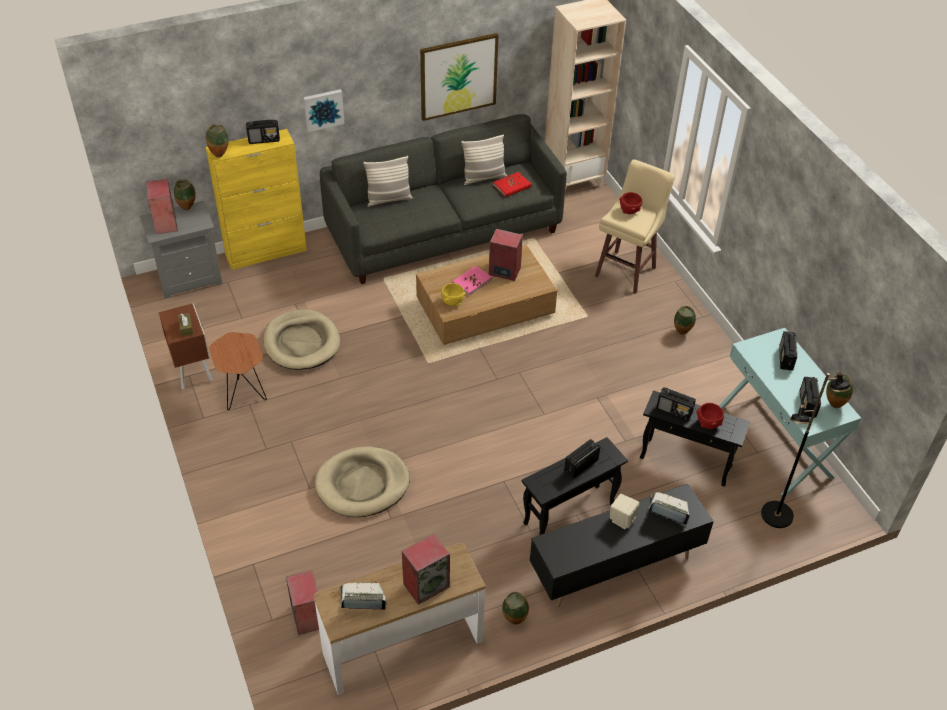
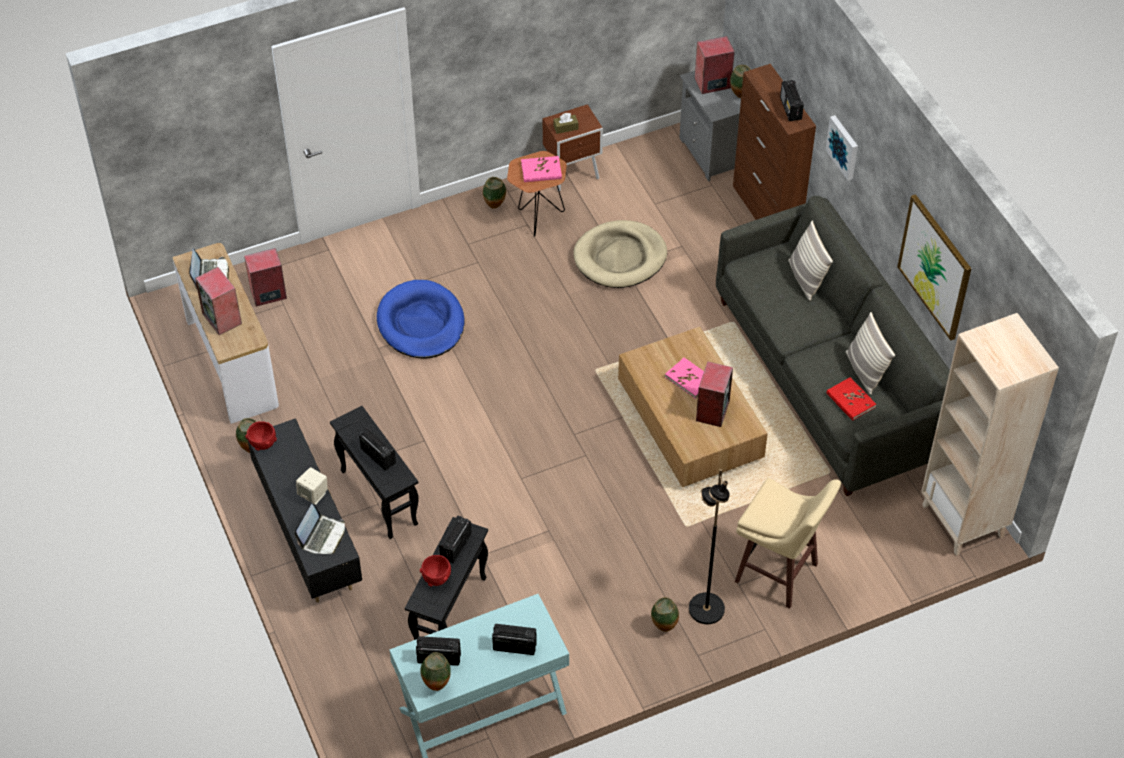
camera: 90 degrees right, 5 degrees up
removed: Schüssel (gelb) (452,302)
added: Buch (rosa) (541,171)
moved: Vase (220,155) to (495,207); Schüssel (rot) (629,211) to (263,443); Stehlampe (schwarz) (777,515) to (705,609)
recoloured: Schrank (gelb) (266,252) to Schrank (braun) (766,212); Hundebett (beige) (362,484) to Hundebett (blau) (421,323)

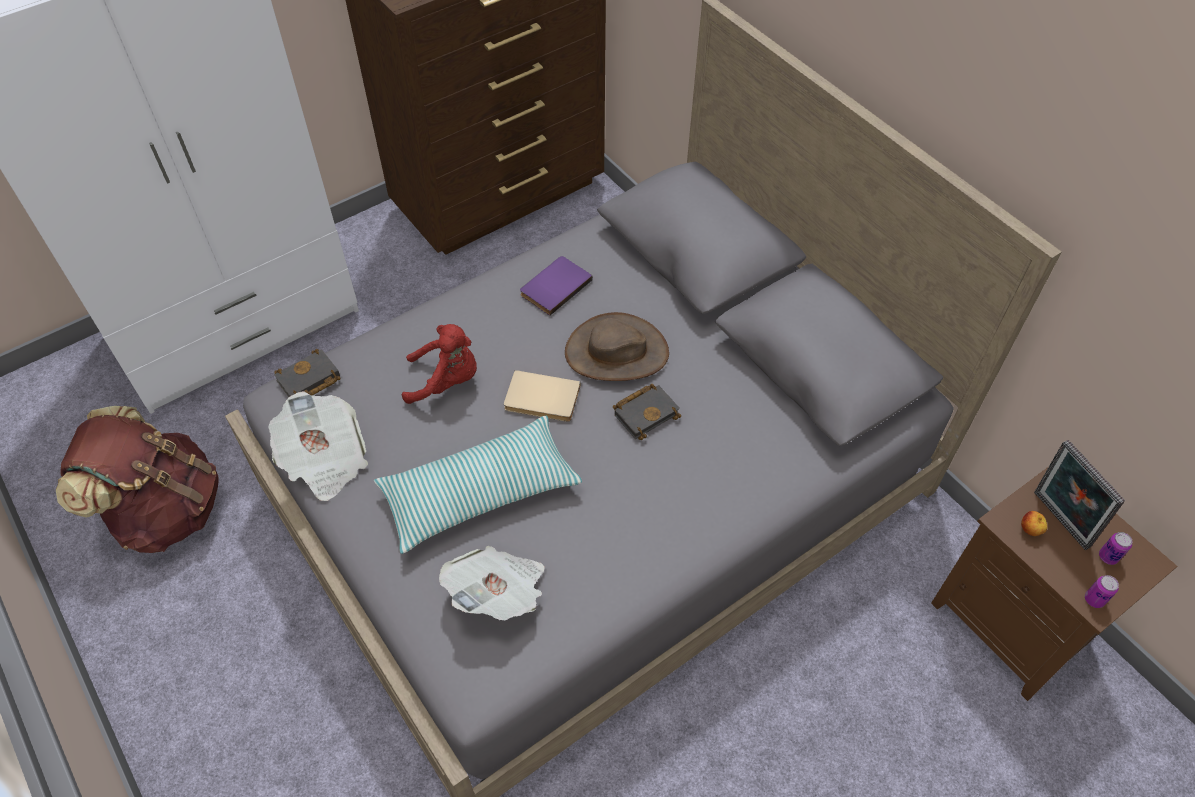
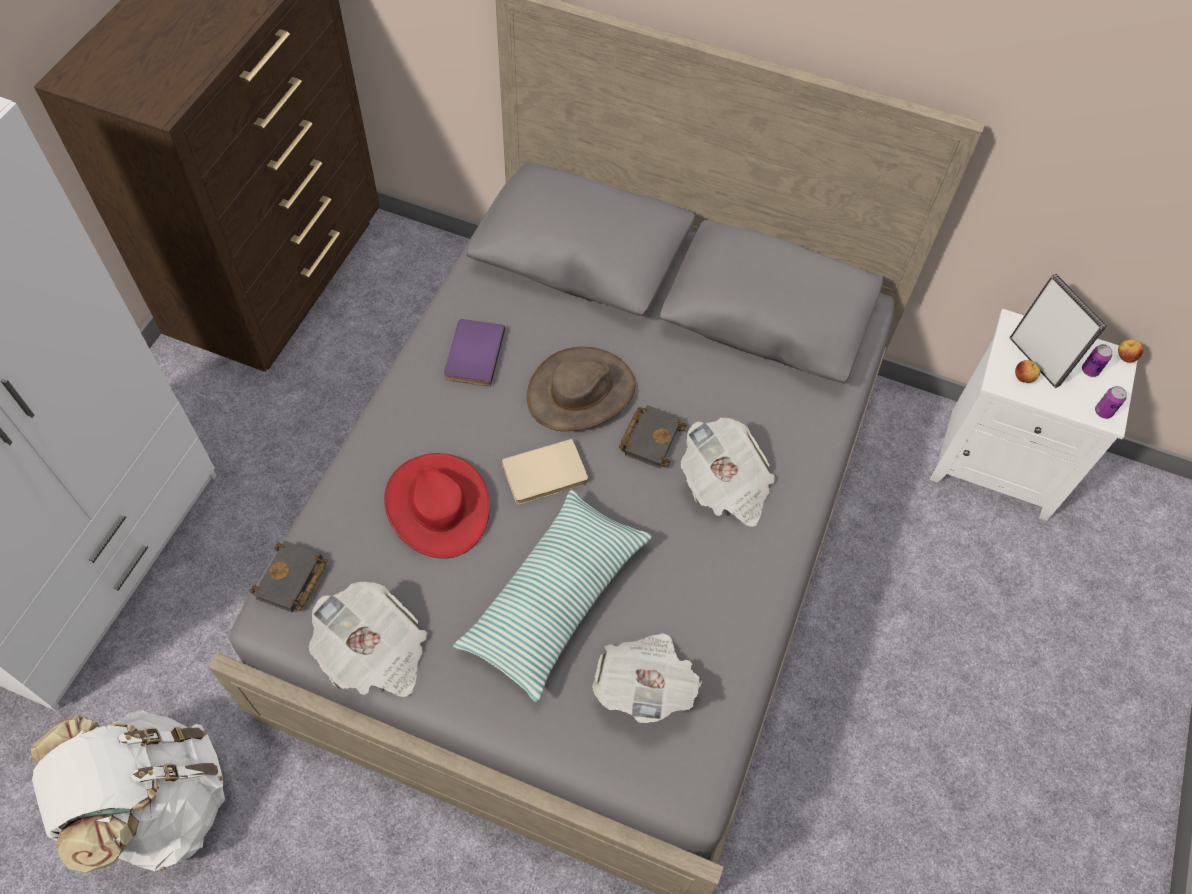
camera: 35 degrees left, 5 degrees up
added: Zeitung (725,486); Apfel (1124,357)
replaced: Plüschtier (rot) (446,381) to Hut (rot) (438,505)
recoloured: Rucksack (braun) (165,510) to Rucksack (weiß) (158,803); Nachttisch (braun) (1013,624) to Nachttisch (weiß) (999,462)
turned: Bilderrahmen (1057,521) = (1037,360) 150 degrees counterclockwise

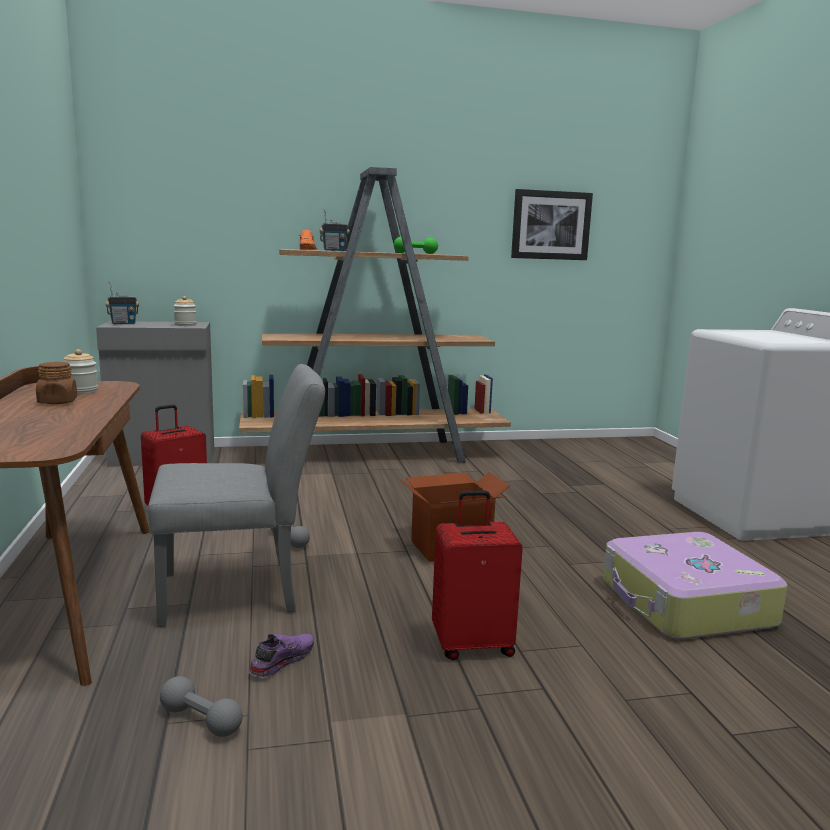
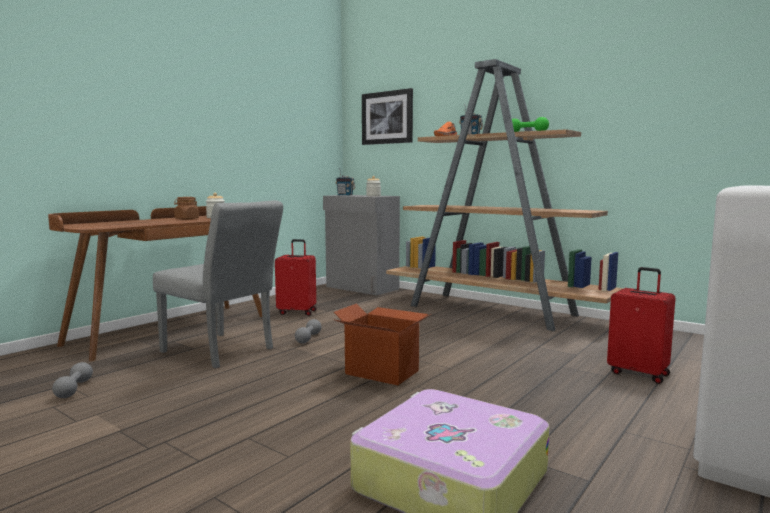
camera: 50 degrees right, 5 degrees down
removed: Schuh (lila) (281,660)
moved: Koffer (rot) (472,644) to (639,373); Bild (551,225) to (387,117)

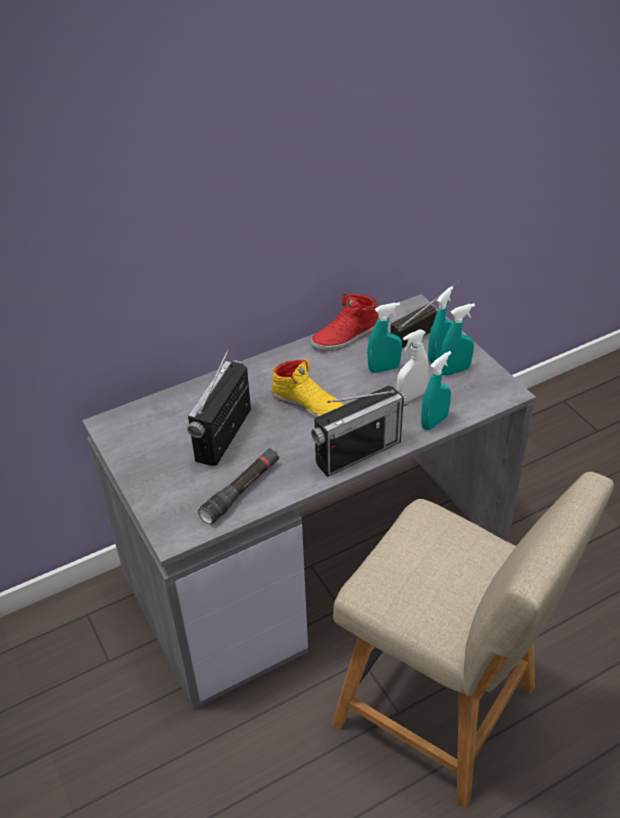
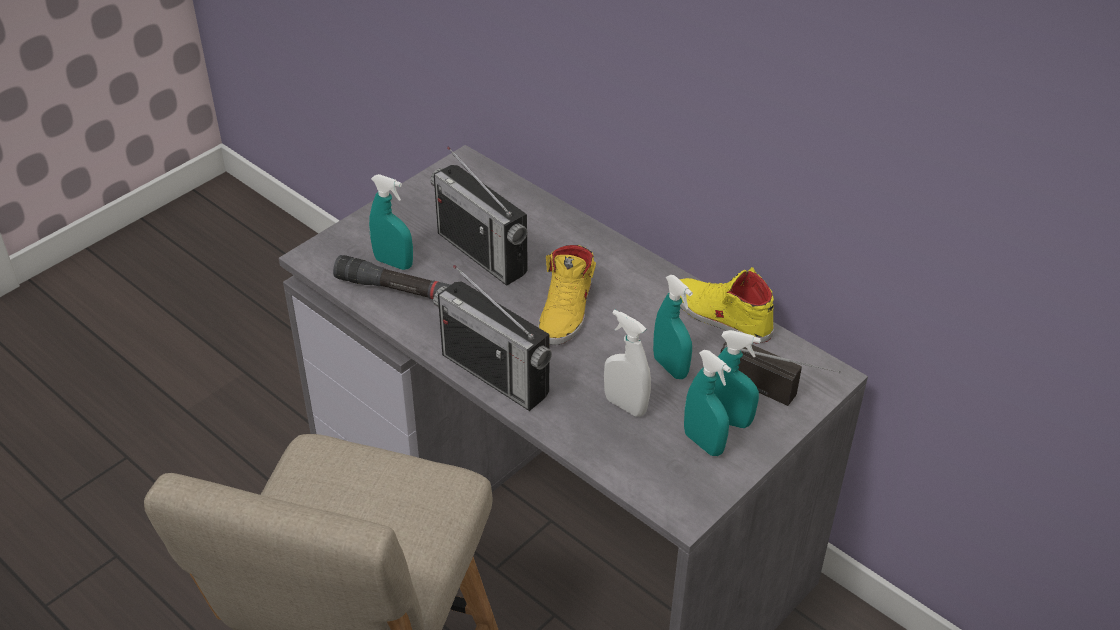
camera: 70 degrees right, 0 degrees up
moved: Sprühflasche (türkis) (434,422) to (393,263)
recoloured: Schuh (rot) (346,336) to Schuh (gelb) (720,316)
turned: Radio (223,435) = (482,253) 135 degrees counterclockwise

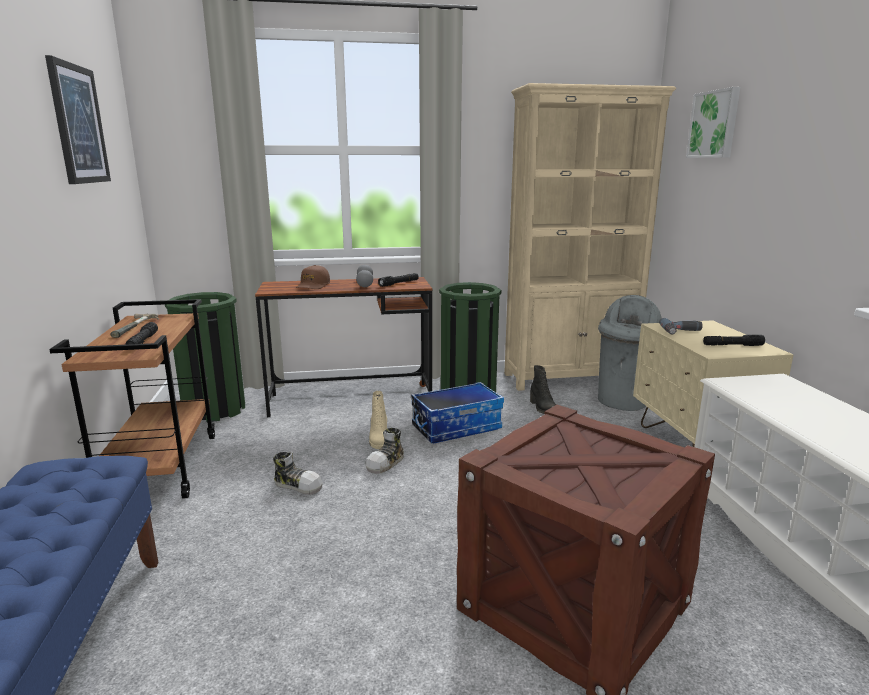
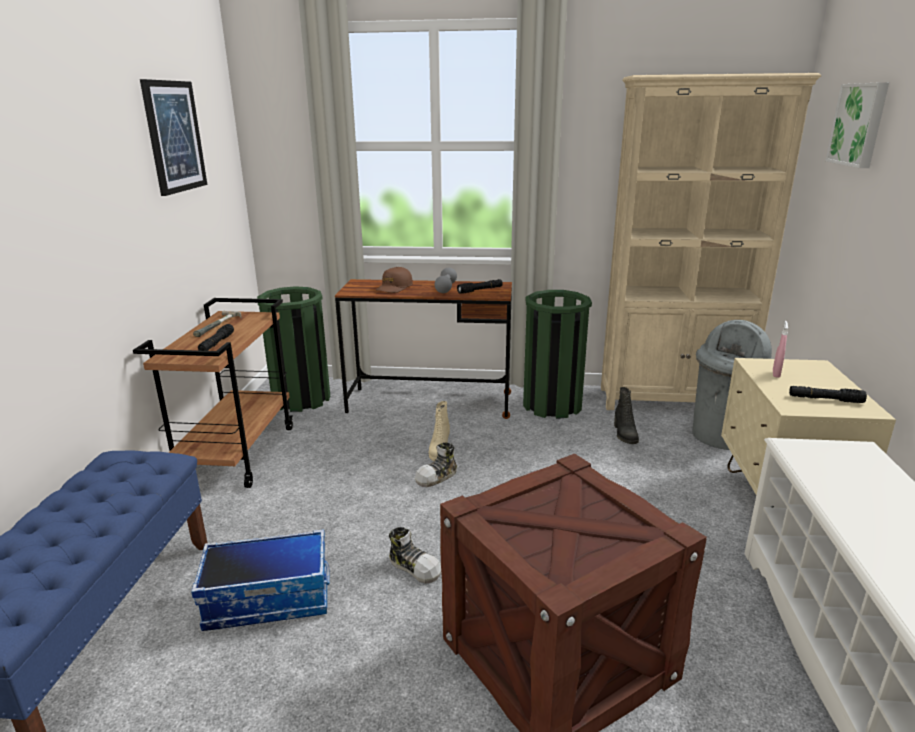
camera: 15 degrees right, 5 degrees up
moved: Schuh (298,485) to (415,567); Aufbewahrungsbox (456,427) to (269,598)
replaced: Bohrmaschine (682,332) to Sprühflasche (rosa) (776,374)

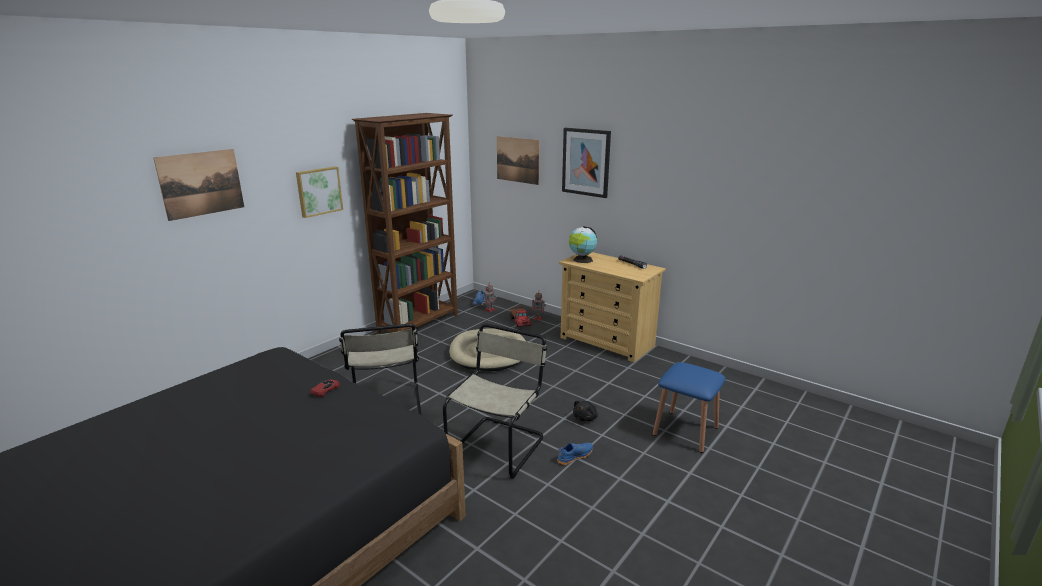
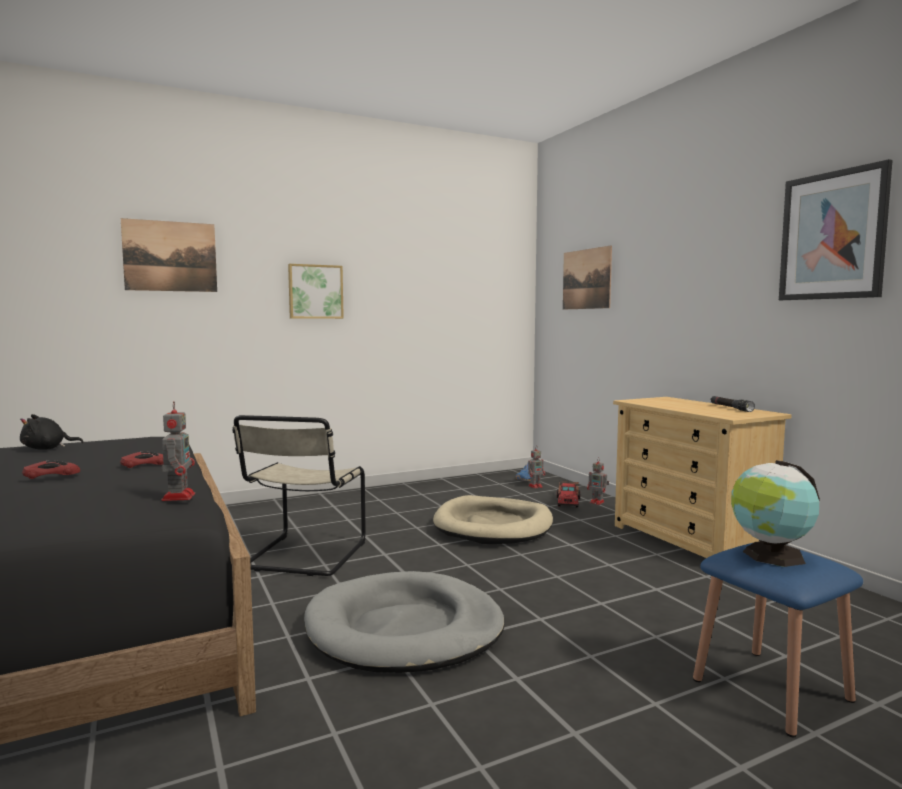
camera: 25 degrees right, 15 degrees down
removed: Bücherregal (braun) (419,323); Schuh (blau) (574,456)
added: Spielzeugauto (rot) (52,474); Spielzeugroboter (179,496)
moved: Bild (586,162) to (832,236); Globus (582,260) to (771,555); Plüschtier (schwarz) (585,418) to (47,449)
replaced: Stuhl (beige) (498,445) to Hundebett (grau) (404,629)

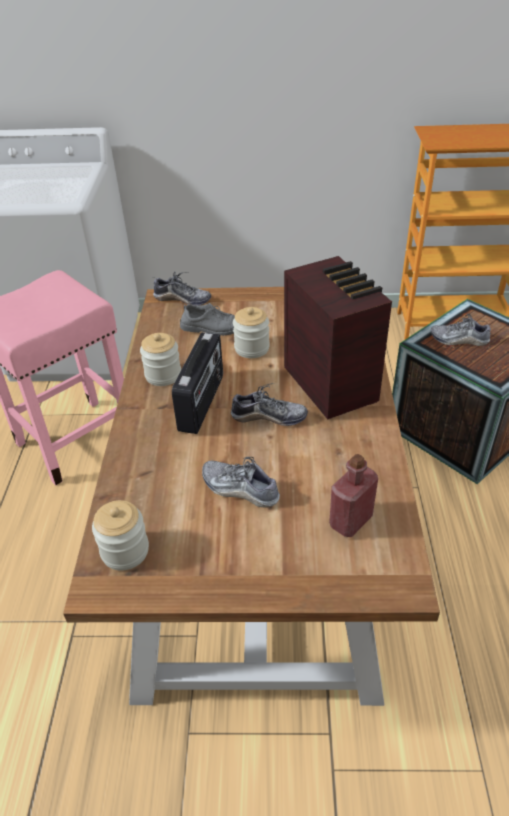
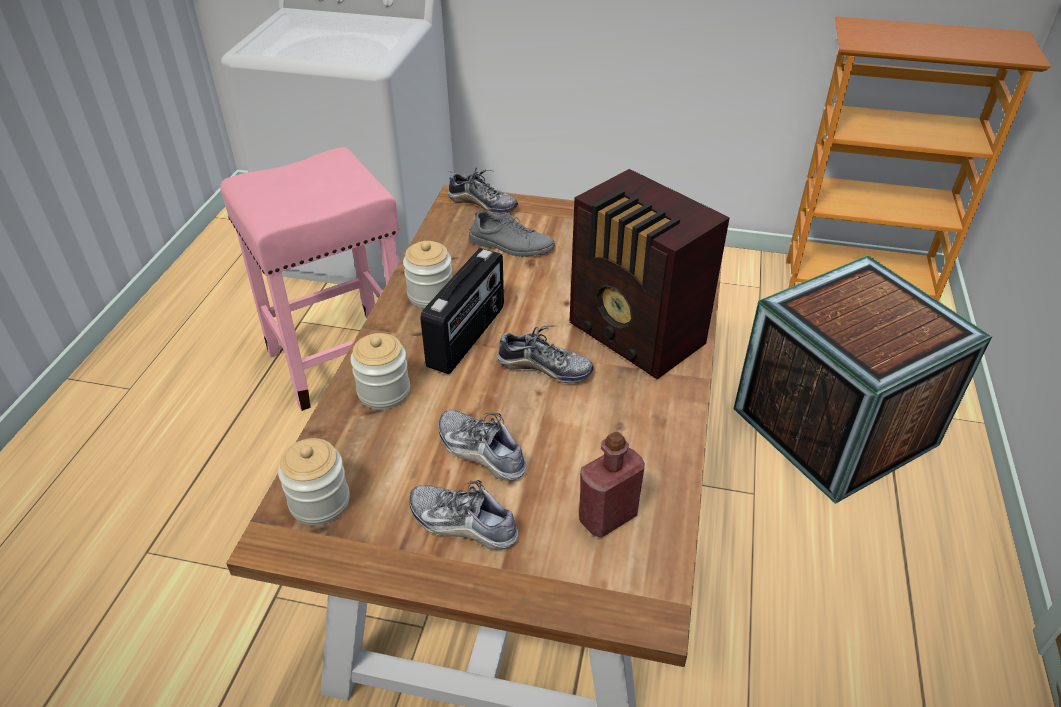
camera: 10 degrees right, 0 degrees up
moved: Vorratsglas (252,348) to (384,392); Schuh (459,339) to (463,524)
turned: Radio (330,383) = (636,337) 150 degrees clockwise

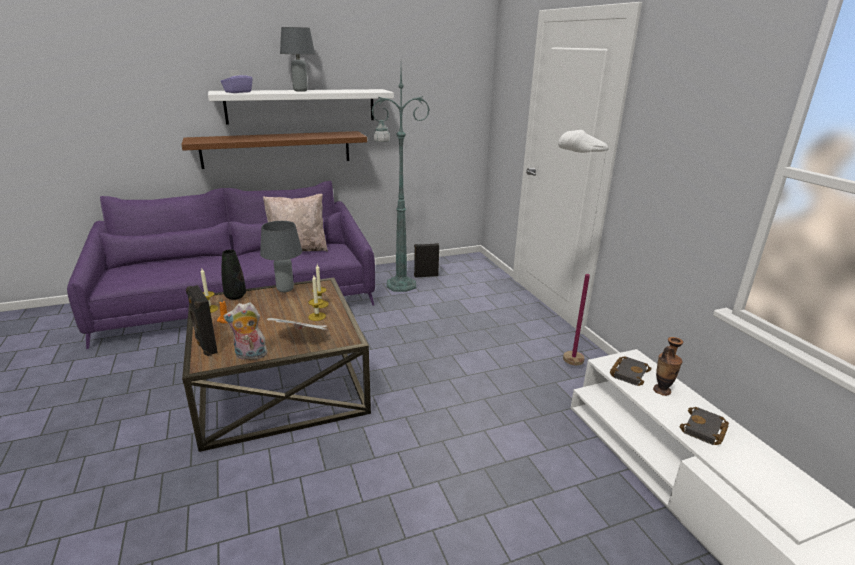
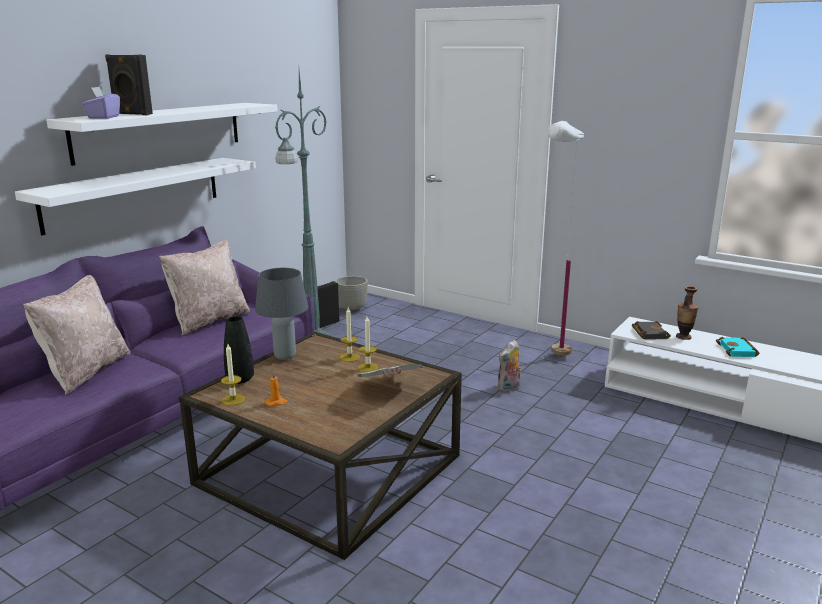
camera: 35 degrees left, 5 degrees down
removed: Tischlampe (grau) (301,91)
added: Kissen (beige) (85,372); Pflanzkübel (grau) (351,309)
moved: Lautsprecher (schwarz) (205,345) to (132,114); Plüschtier (250,356) to (509,388)
recoloured: Wandregal (braun) (277,149) to Wandregal (weiß) (135,193); Buch (schwarz) (704,430) to Buch (türkis) (738,351)

